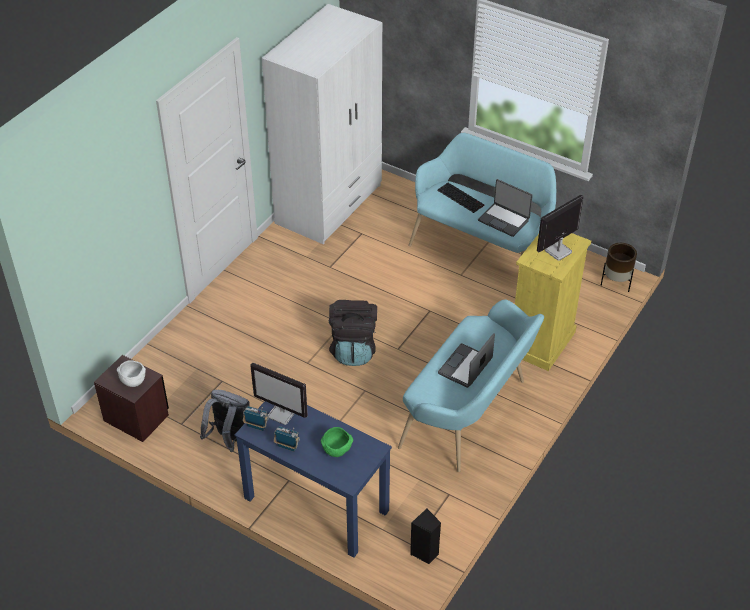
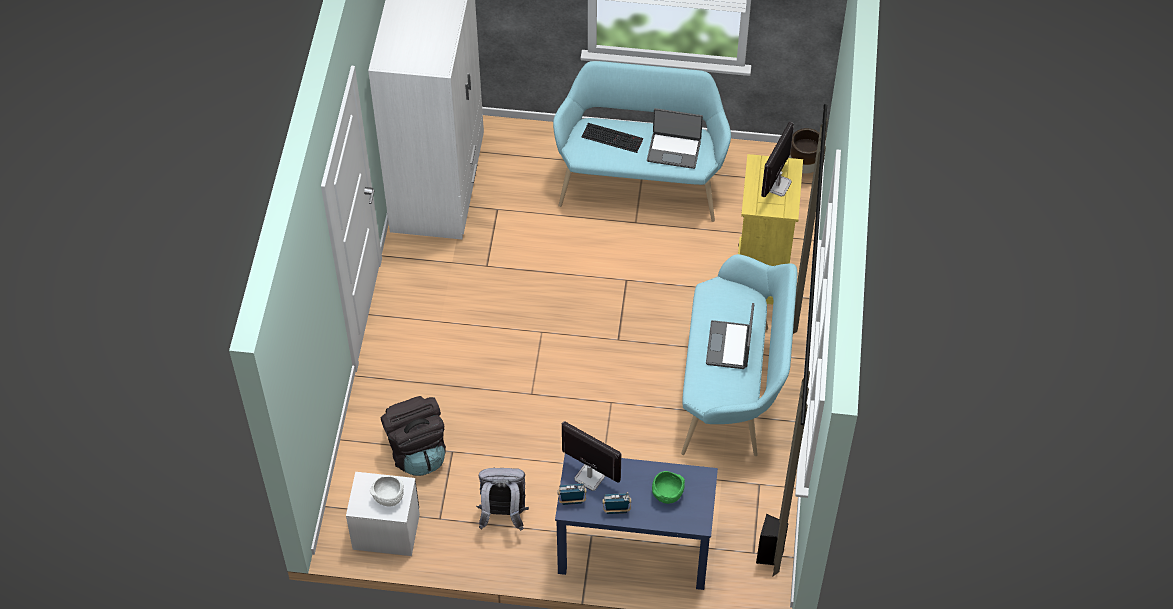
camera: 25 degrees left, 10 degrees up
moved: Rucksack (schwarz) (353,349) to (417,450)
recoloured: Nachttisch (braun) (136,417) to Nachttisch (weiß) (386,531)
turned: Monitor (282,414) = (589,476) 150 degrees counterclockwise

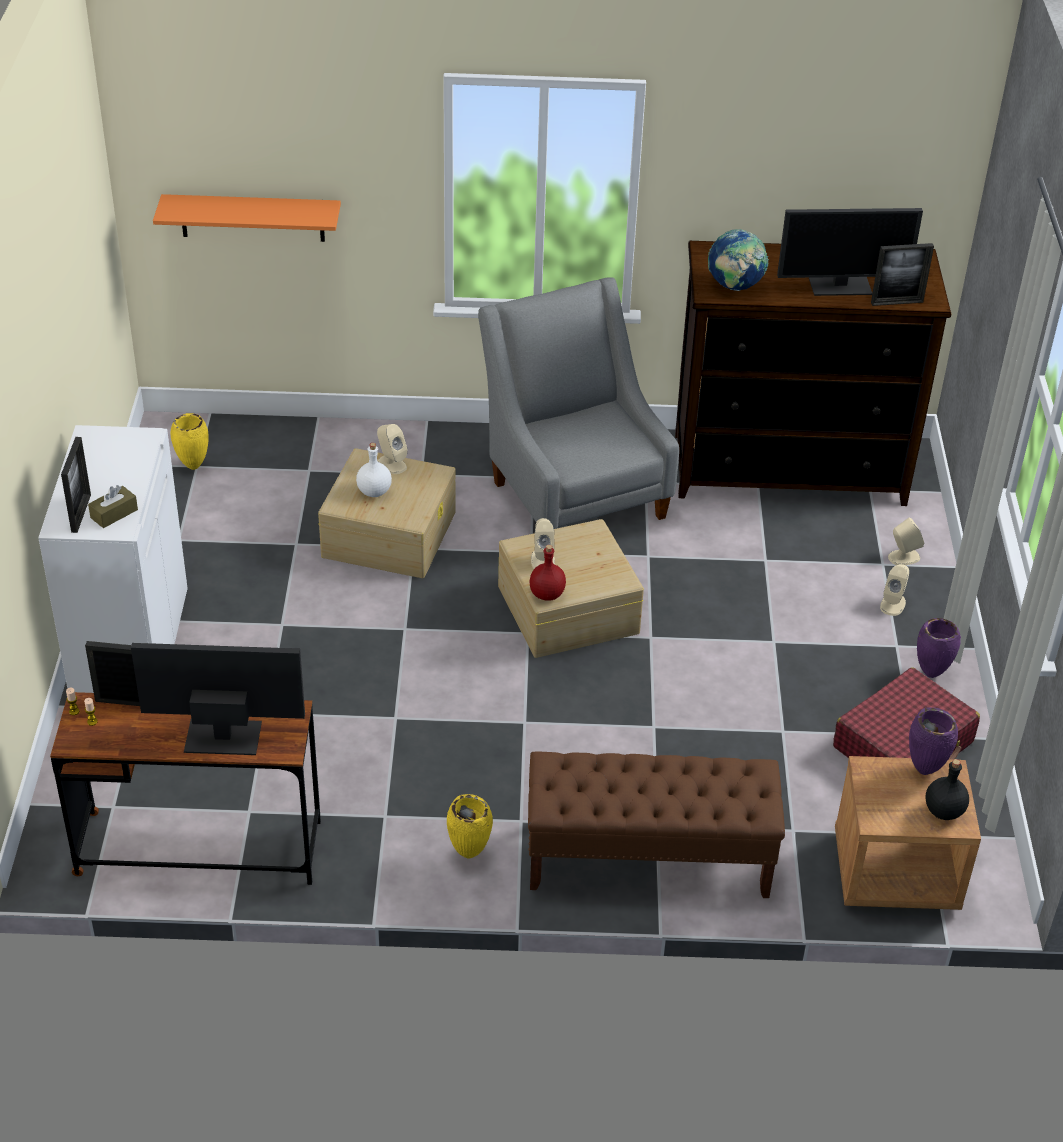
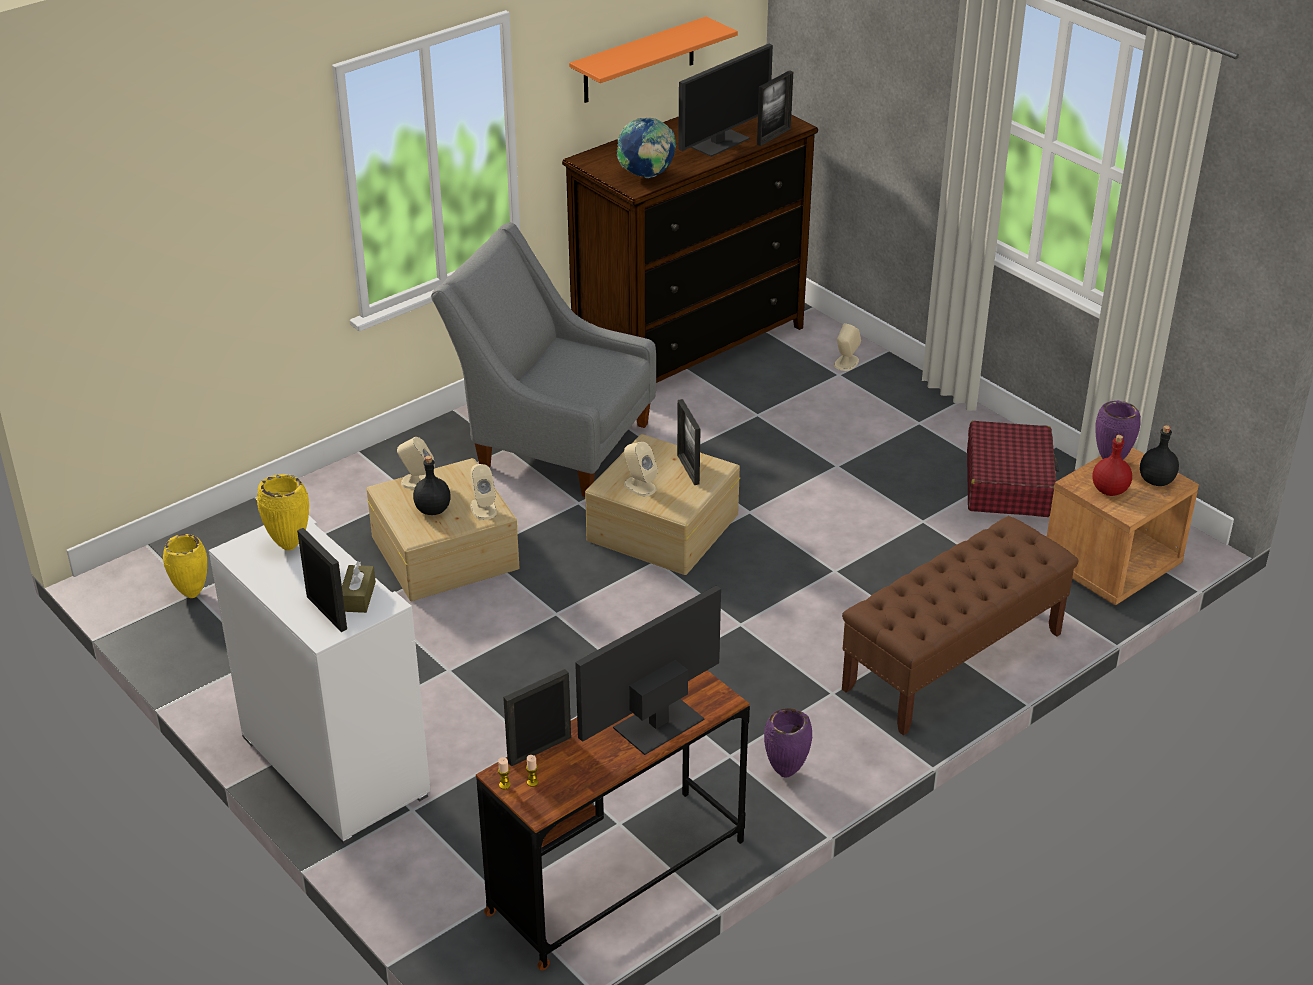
camera: 40 degrees left, 5 degrees down
added: Bilderrahmen (688,469)
moved: Wandregal (orange) (252,217) to (639,61); Vase (gelb) (470,854) to (290,546); Flasche (rot) (546,594) to (1110,491); Lautsprecher (beige) (893,604) to (483,508); Vase (lila) (930,675) to (785,774)
recoloured: Flasche (weiß) (375,491) to Flasche (schwarz) (433,509)

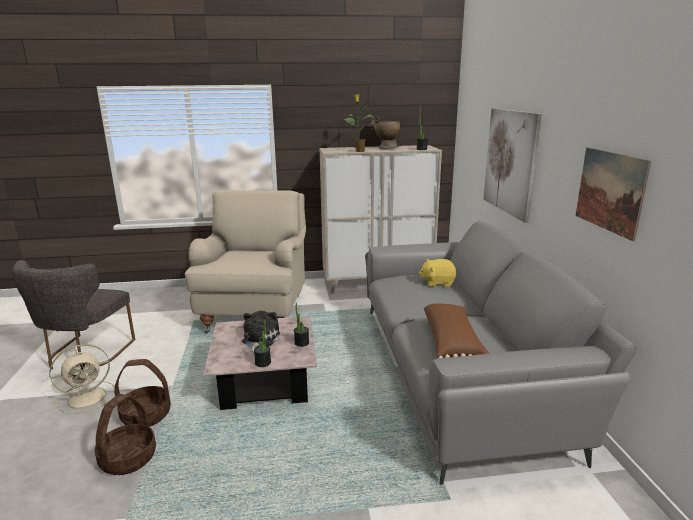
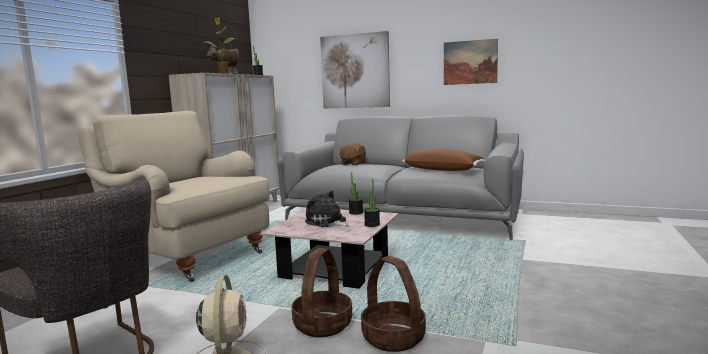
camera: 60 degrees left, 10 degrees down
recoloured: Plüschtier (gelb) (437,283) to Plüschtier (braun) (353,164)

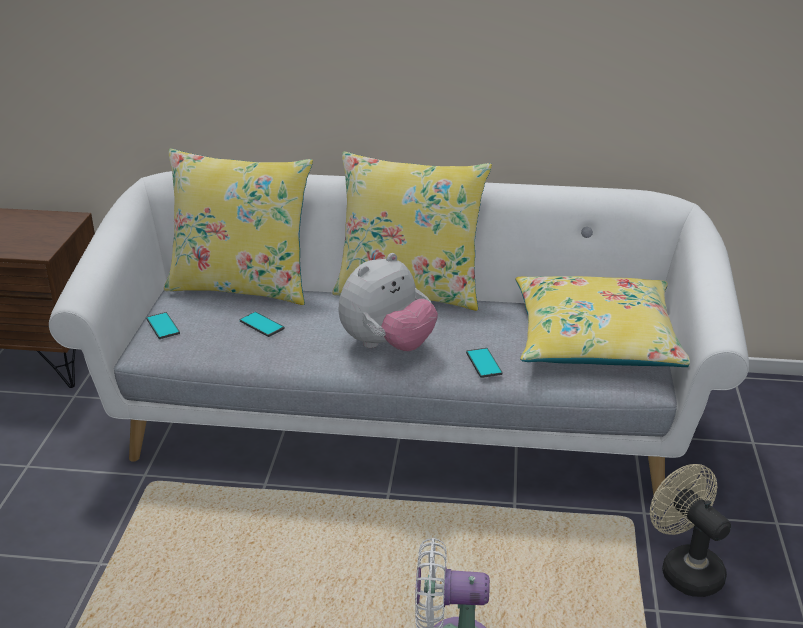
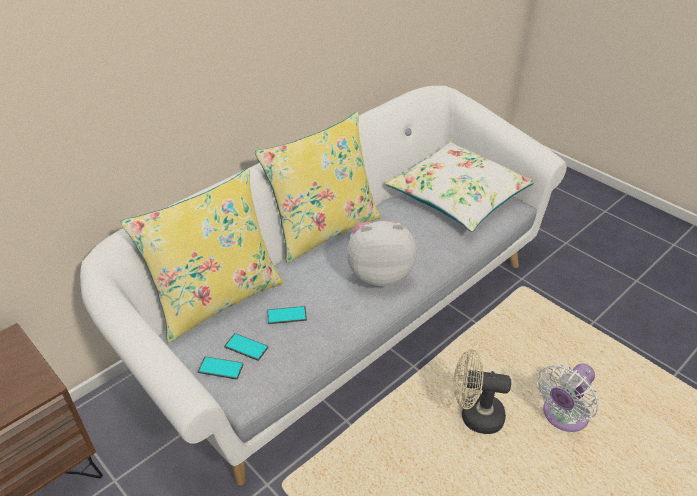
camera: 50 degrees left, 10 degrees up
moved: Handy (483,363) to (246,347); Ventilator (beige) (684,568) to (474,415)
recoloured: Kissen (gelb) (595,340) to Kissen (weiß) (458,196)
turned: Plüschtier (387,345) = (379,273) 90 degrees counterclockwise

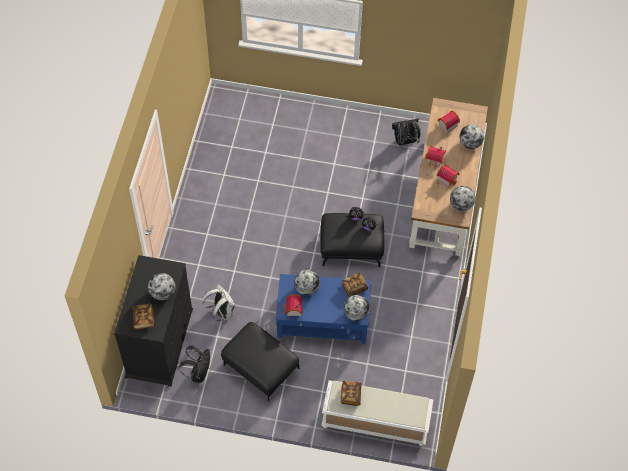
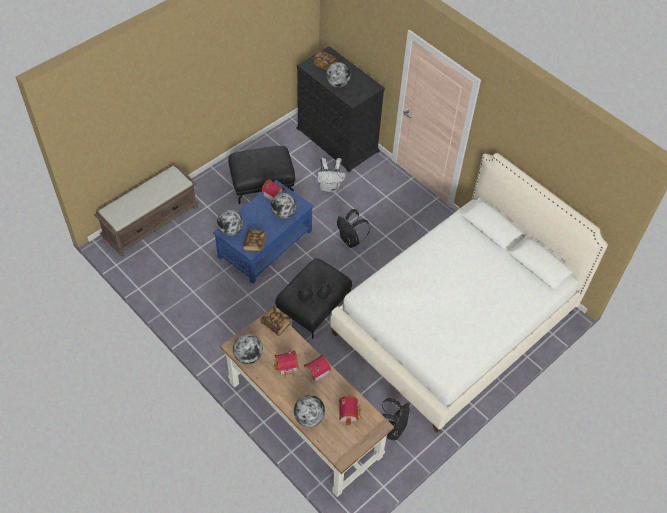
camera: 125 degrees right, 5 degrees down
added: Bett (weiß) (455,321)
moved: Rucksack (schwarz) (198,373) to (351,240); Buch (350,395) to (276,324)
recoloured: Bank (weiß) (374,422) to Bank (braun) (151,221)

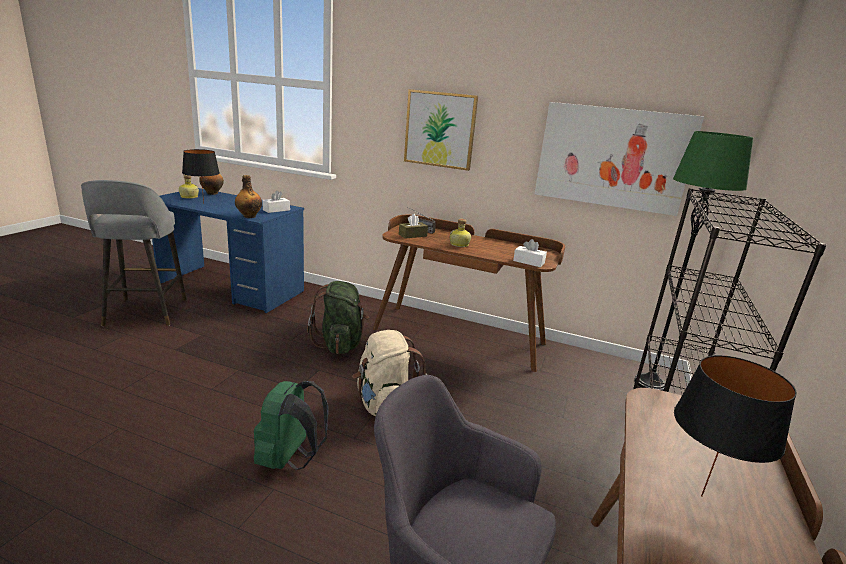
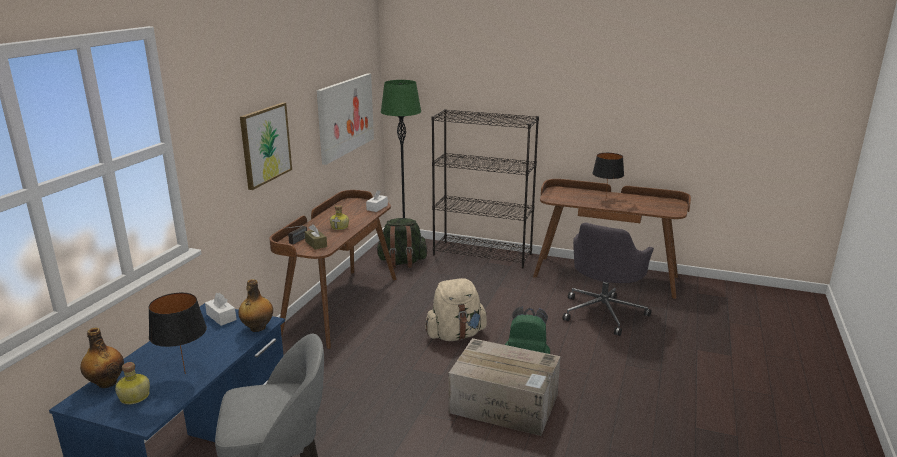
camera: 90 degrees left, 0 degrees up
added: Karton (505,404)
moved: Rucksack (grün) (340,344) to (402,263)

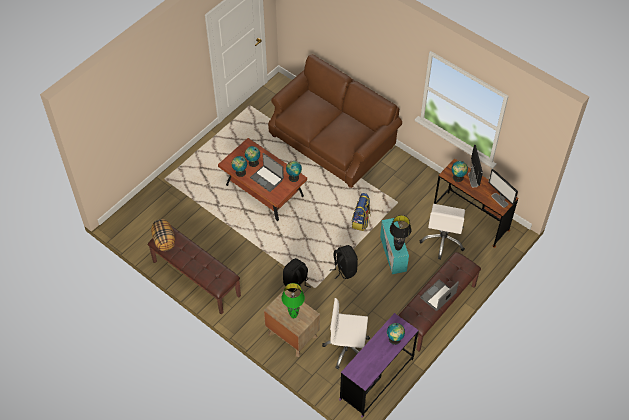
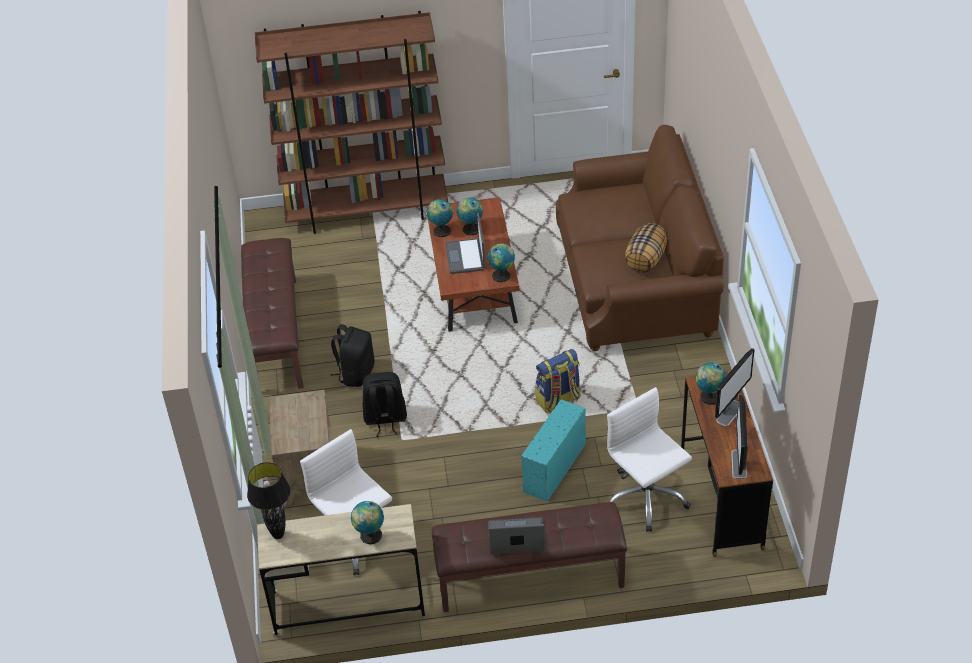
camera: 45 degrees right, 10 degrees down
removed: Tischlampe (grün) (293,316)
added: Bücherregal (braun) (367,212)
moved: Kissen (164,240) to (646,260); Rucksack (schwarz) (344,269) to (355,373); Tischlampe (schwarz) (398,248) to (278,535)
recoloured: Schreibtisch (lila) (376,379) to Schreibtisch (beige) (348,604)
turned: Bürostuhl (weiß) (443,240) = (646,497) 90 degrees clockwise

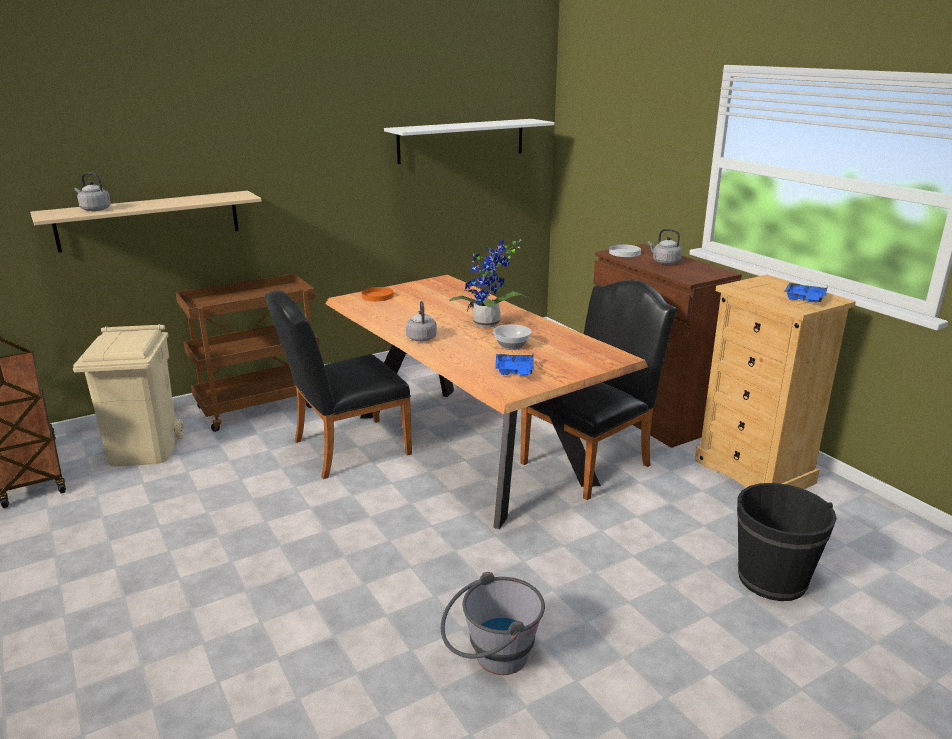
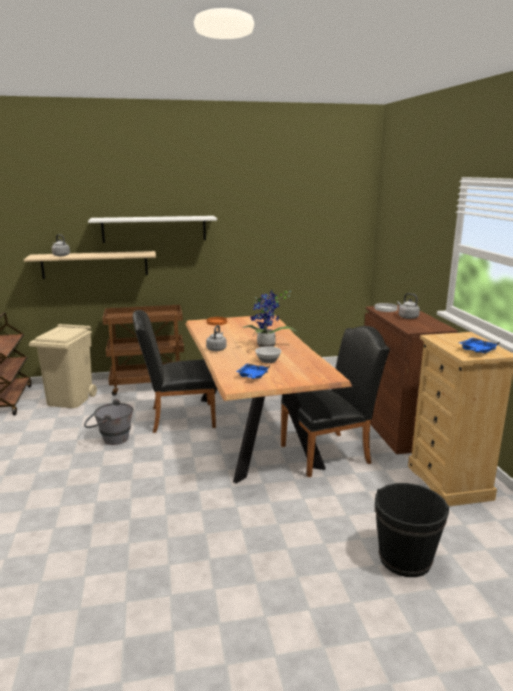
camera: 20 degrees right, 5 degrees down
moved: Wandregal (weiß) (461,140) to (154,229); Eimer (grau) (491,659) to (110,439)

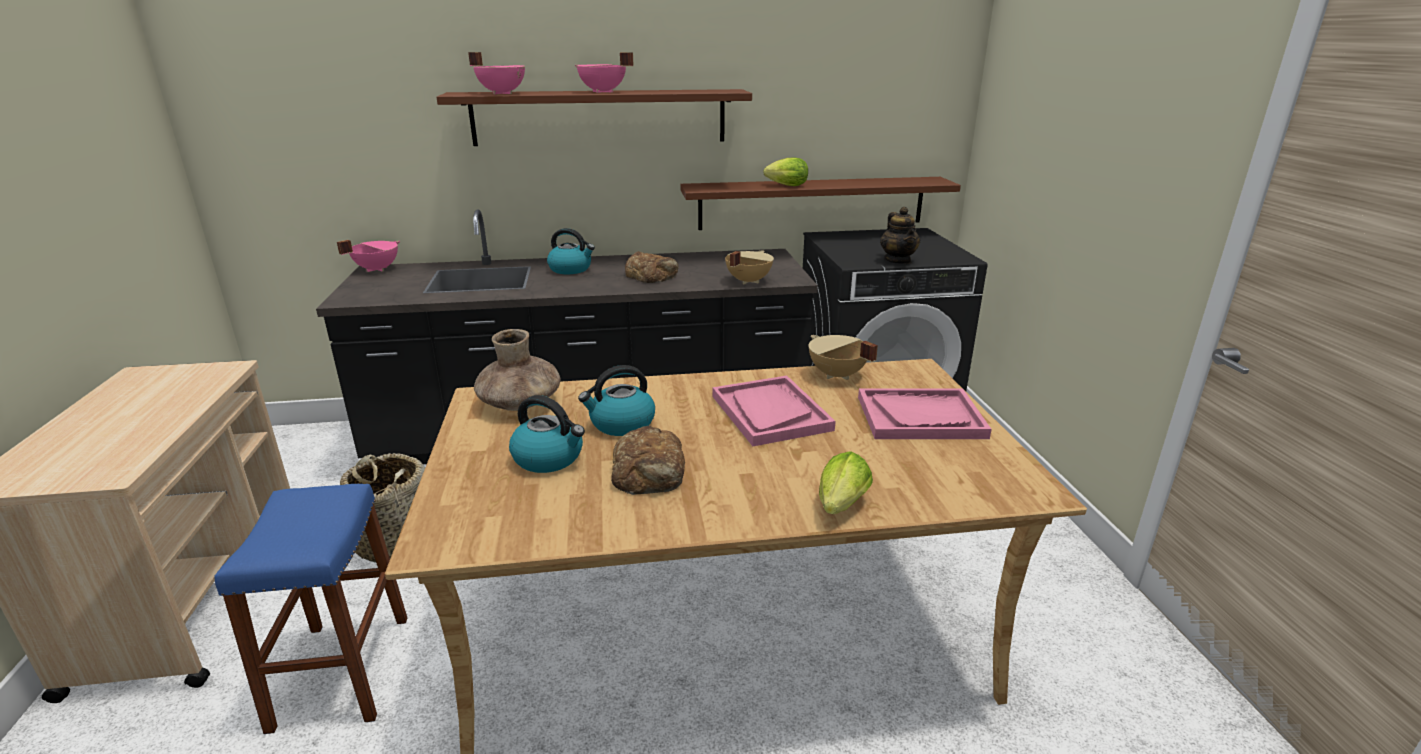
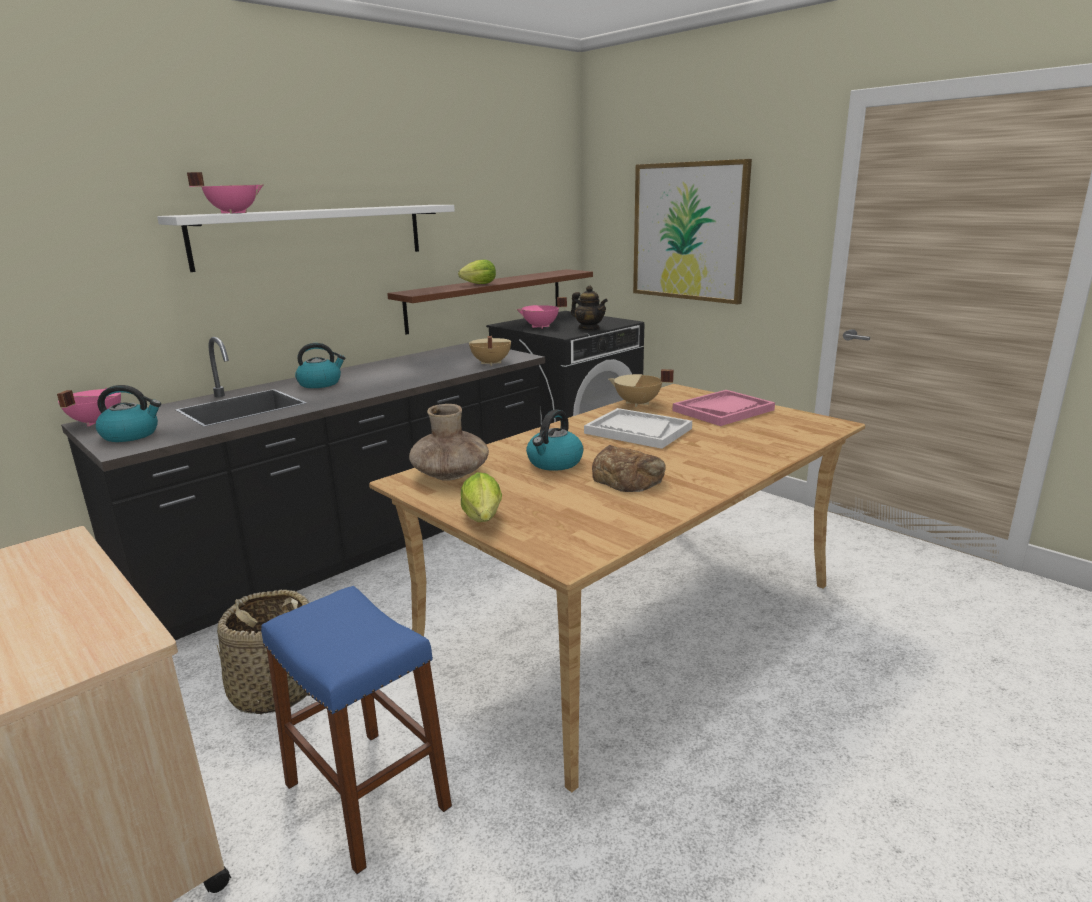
camera: 35 degrees left, 5 degrees down
removed: Brot (651,275)
added: Bild (689,232)
moved: Wasserkessel (549,458) to (131,435); Kochtopf (rosa) (602,92) to (541,327); Salatkopf (840,507) to (483,520)
recoloured: Wandregal (braun) (600,117) to Wandregal (weiß) (313,235); Tablett (rosa) (770,413) to Tablett (weiß) (637,431)

